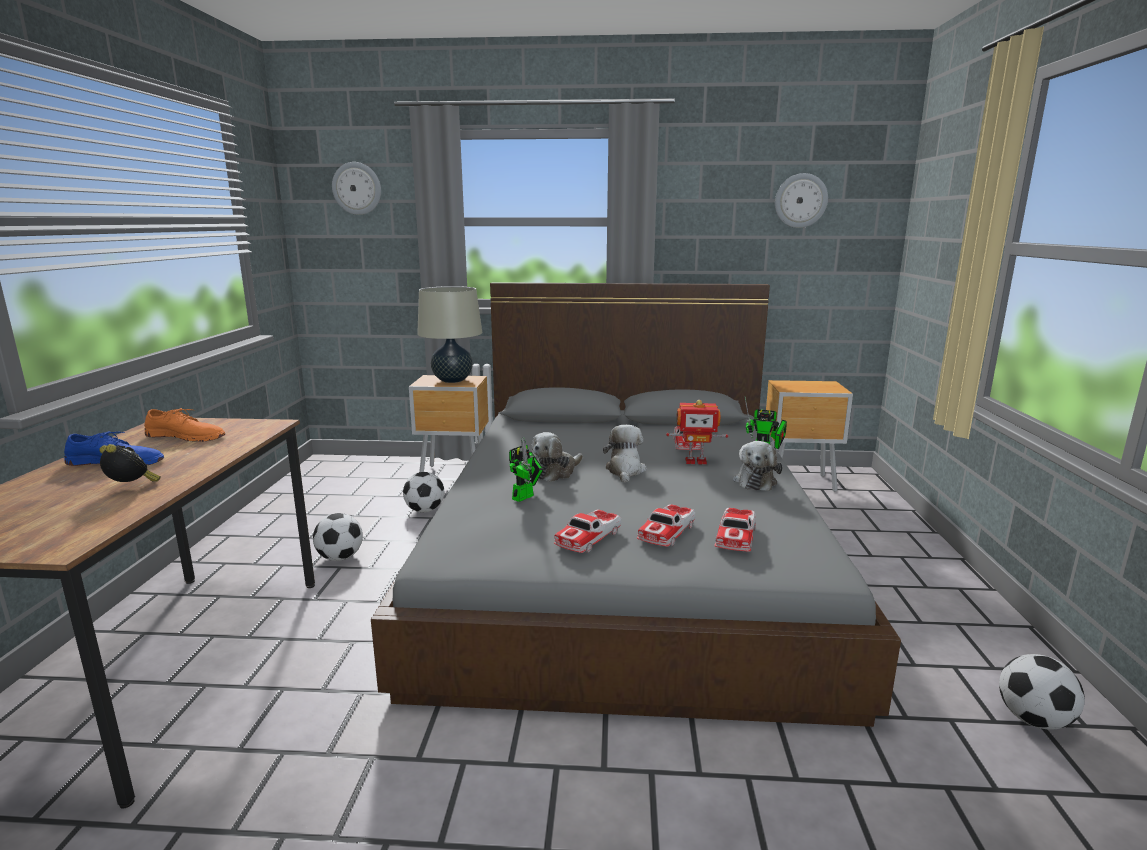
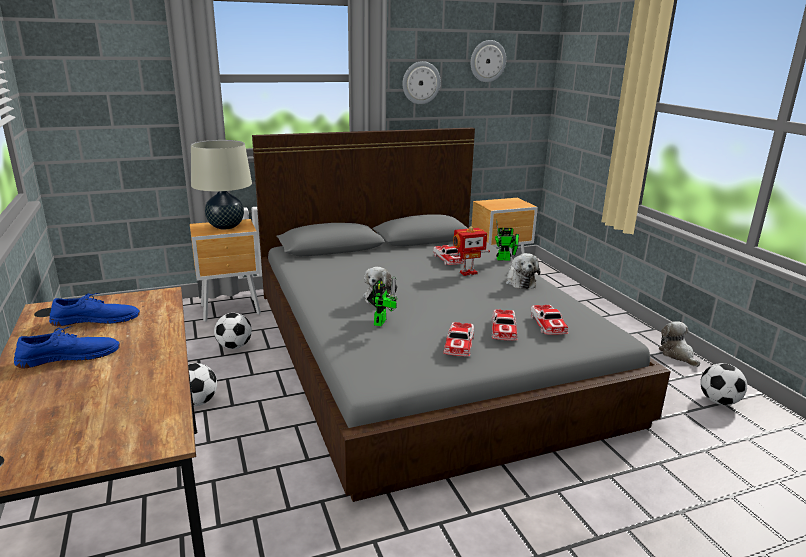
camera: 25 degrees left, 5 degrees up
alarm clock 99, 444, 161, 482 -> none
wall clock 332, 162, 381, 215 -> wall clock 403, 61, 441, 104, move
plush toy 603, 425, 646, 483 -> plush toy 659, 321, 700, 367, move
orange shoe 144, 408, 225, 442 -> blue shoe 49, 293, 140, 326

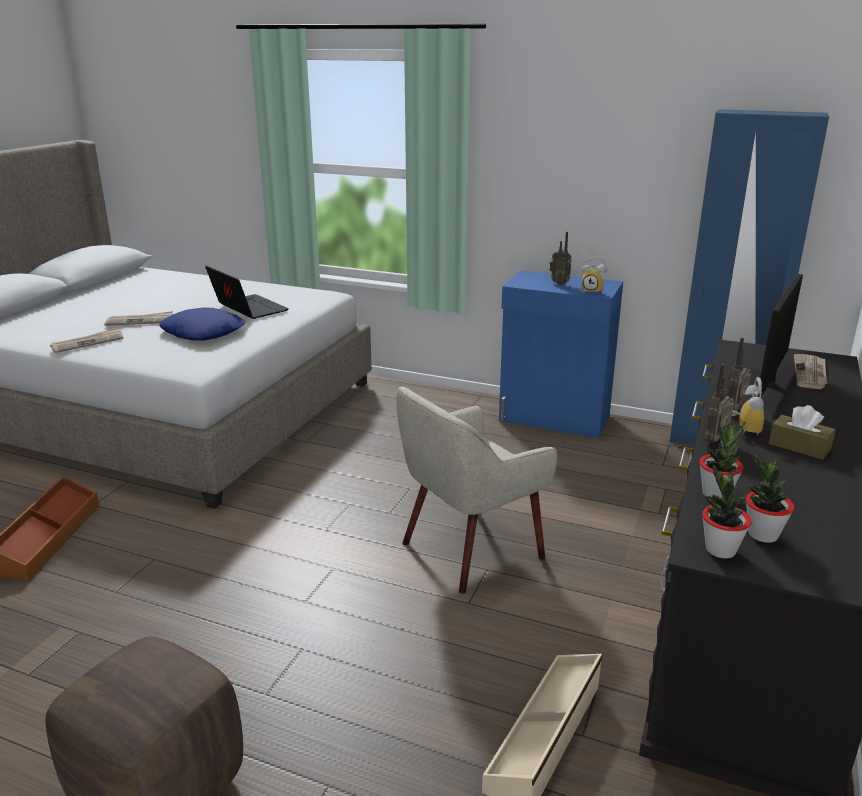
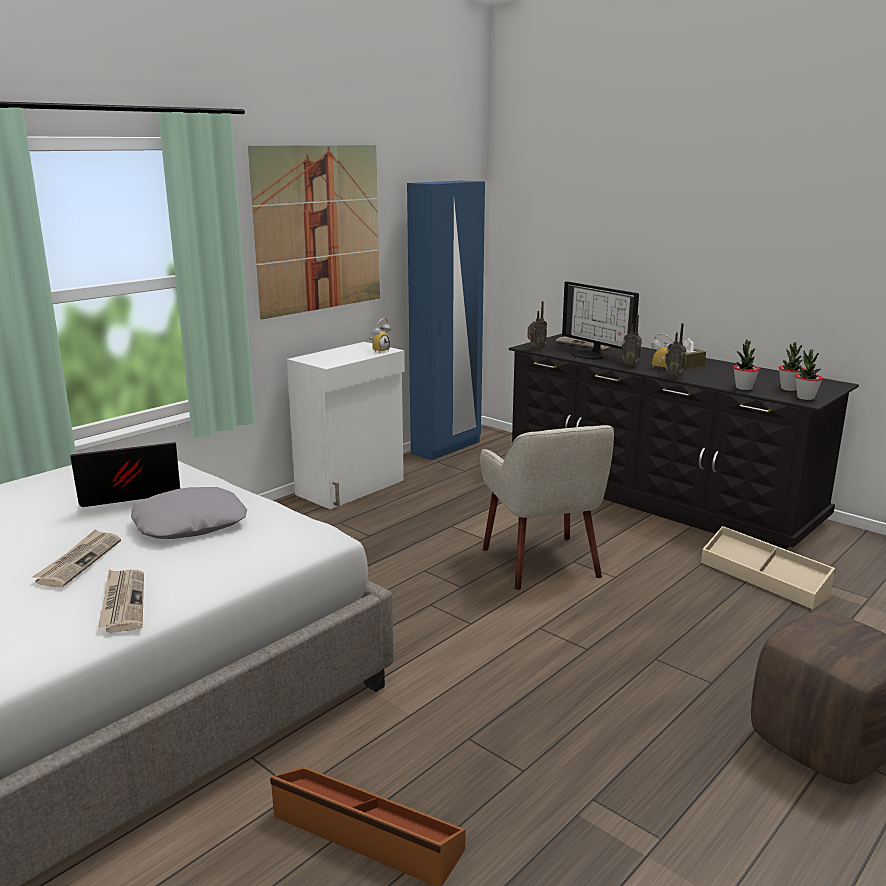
camera: 70 degrees left, 5 degrees down
none -> picture 248, 145, 380, 319
radio 549, 232, 572, 285 -> radio 527, 301, 547, 351, move
blue pillow 159, 307, 245, 341 -> grey pillow 131, 487, 247, 539
blue cabinet 499, 271, 623, 439 -> white cabinet 287, 342, 405, 509

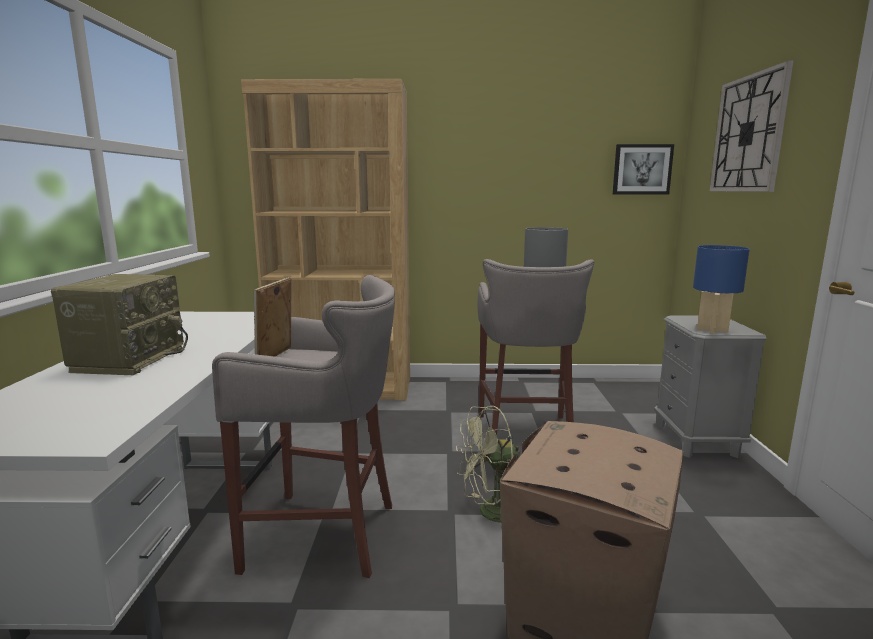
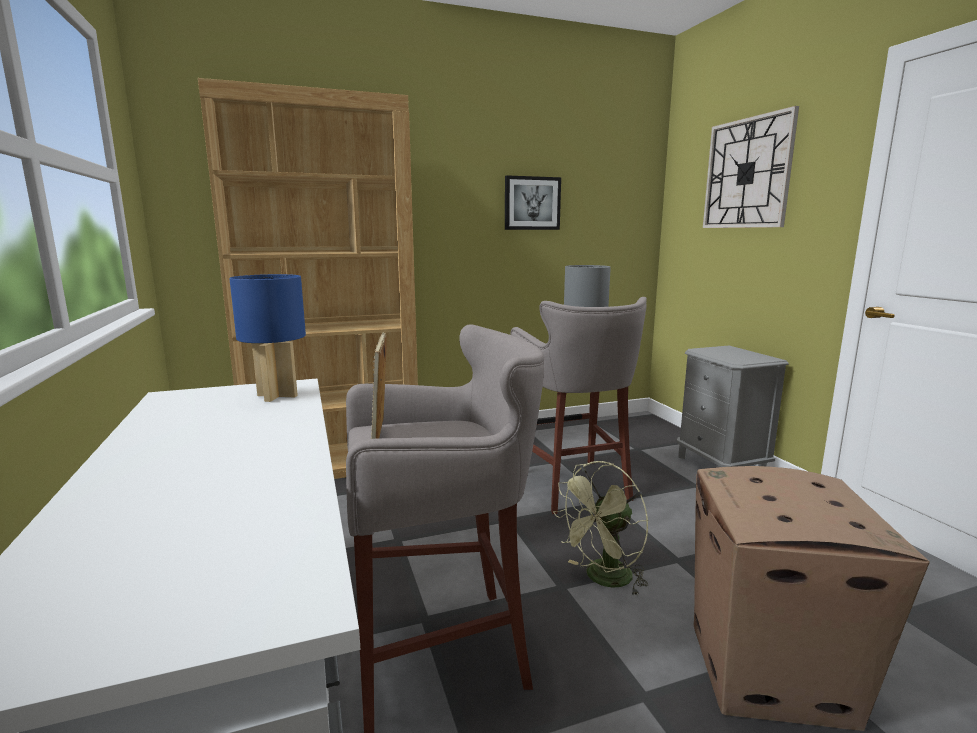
camera: 20 degrees left, 0 degrees up
radio 51, 274, 188, 375 -> none
picture 613, 144, 674, 195 -> picture 505, 175, 561, 230, move
blue table lamp 693, 245, 750, 334 -> blue table lamp 229, 274, 306, 402, move

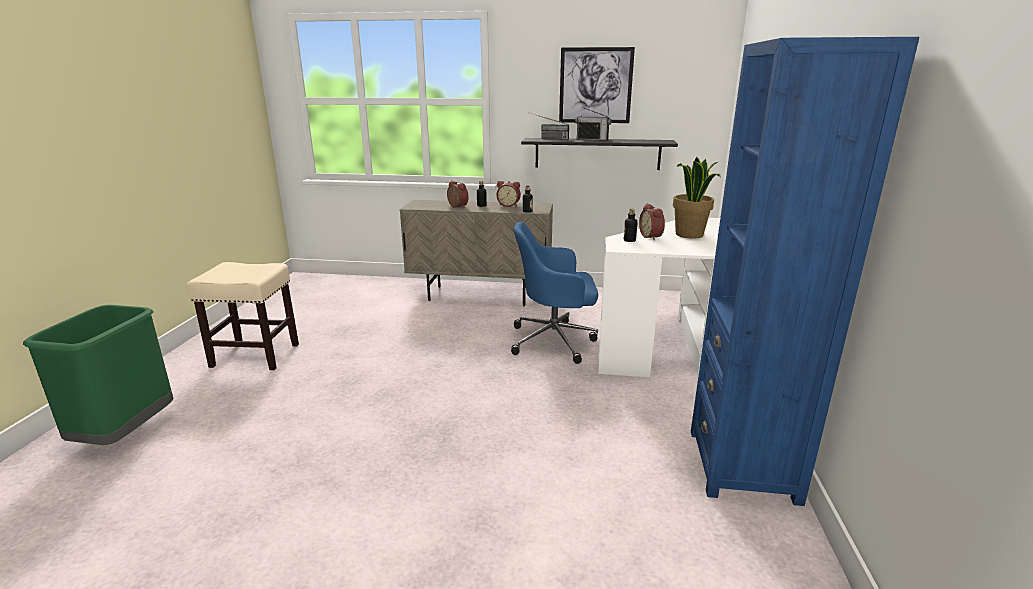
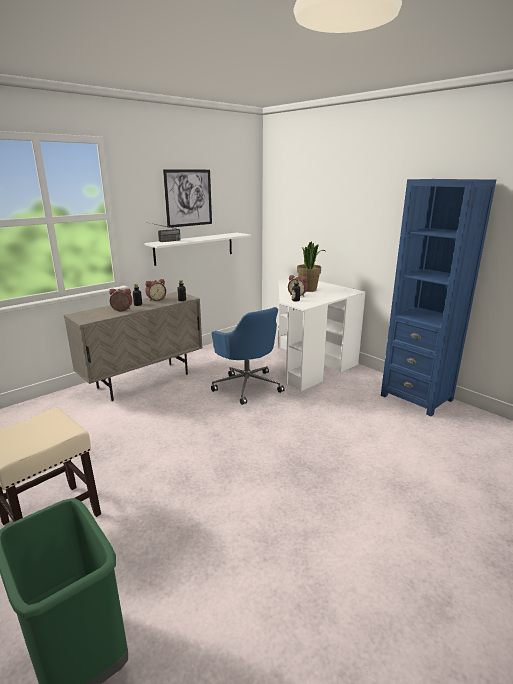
camera: 50 degrees left, 0 degrees up
radio 575, 107, 612, 141 -> none
black shelf 521, 138, 678, 170 -> white shelf 144, 233, 251, 266
blue office chair 511, 222, 598, 364 -> blue office chair 211, 307, 285, 405, 75 degrees counterclockwise

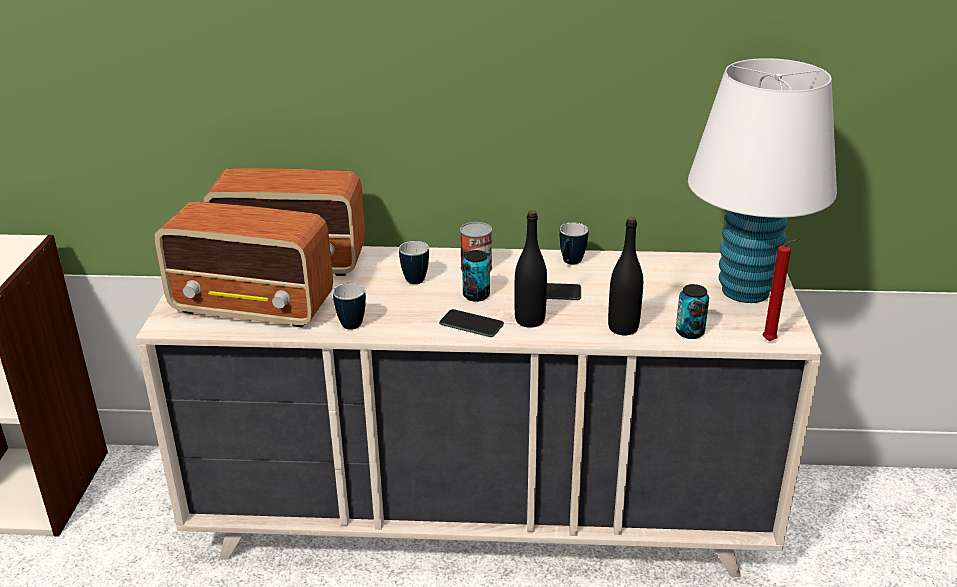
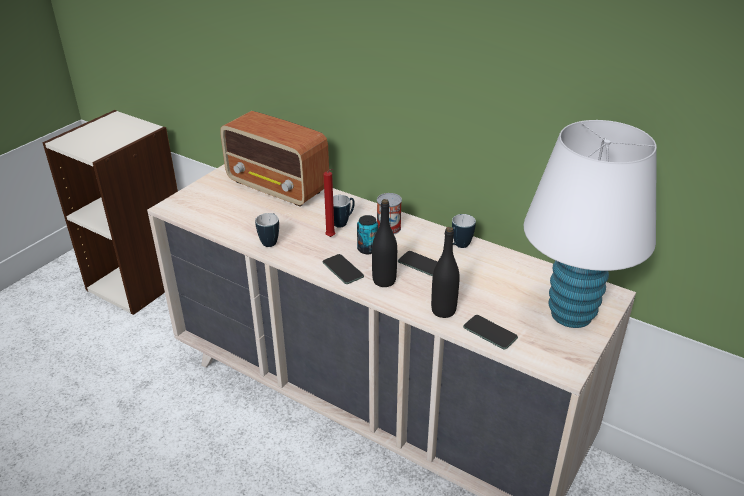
camera: 30 degrees right, 5 degrees up
radio 155, 202, 333, 328 -> none
red candle 763, 239, 800, 341 -> red candle 324, 169, 335, 237, move
can 676, 284, 709, 339 -> phone 463, 315, 518, 349

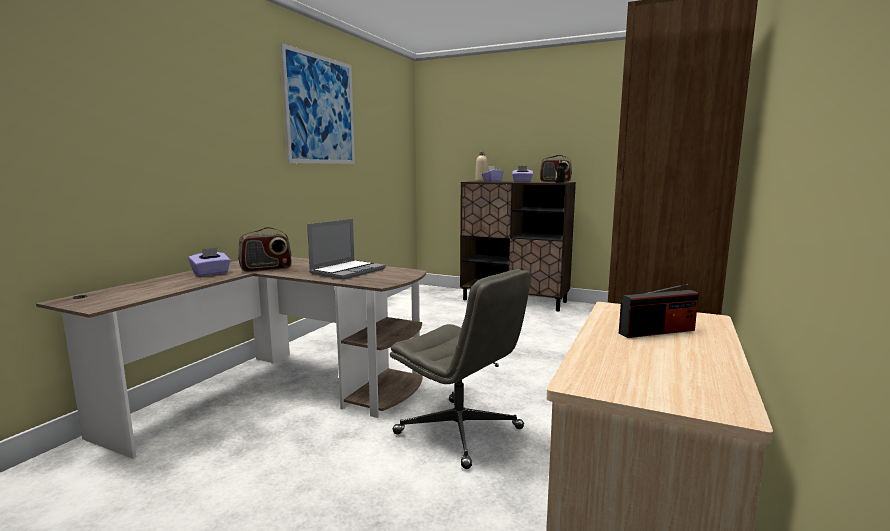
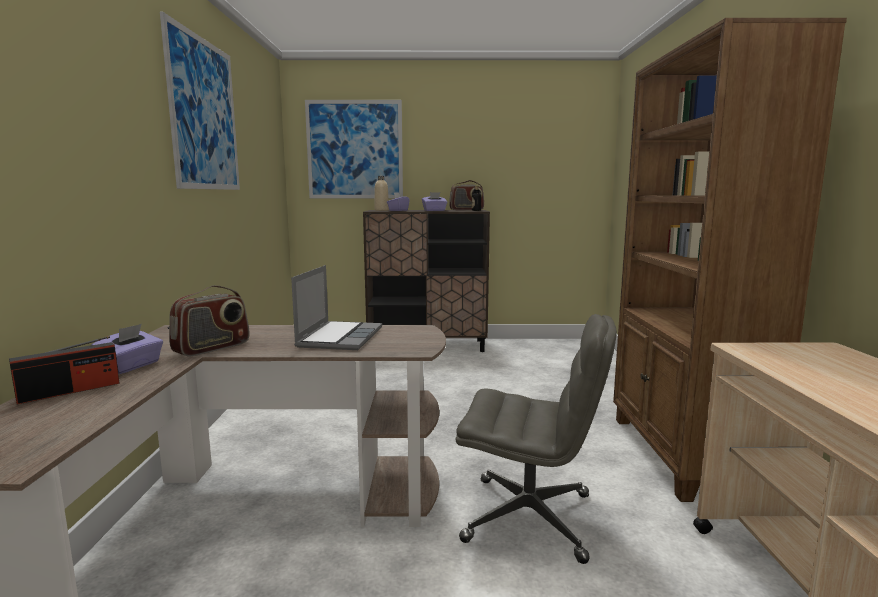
camera: 25 degrees left, 0 degrees up
none -> picture 305, 100, 403, 198
radio 619, 284, 699, 338 -> radio 9, 336, 120, 404, move

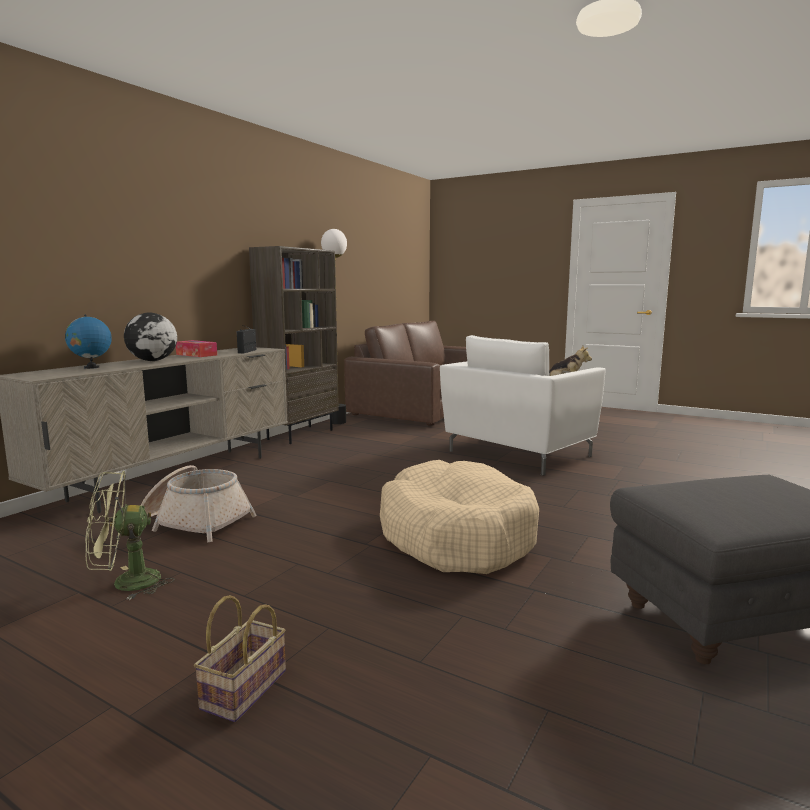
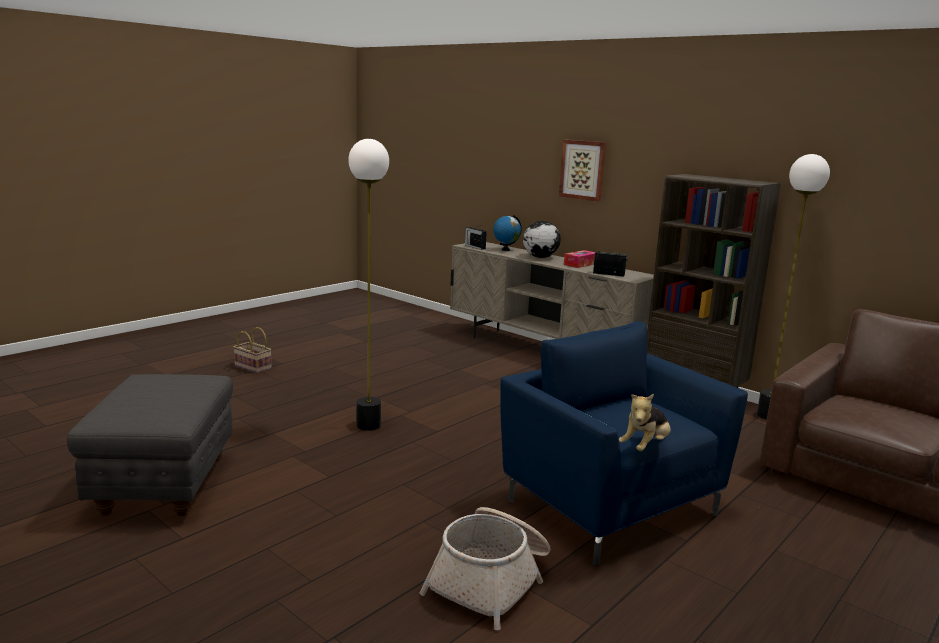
camera: 100 degrees right, 5 degrees up
green fan 85, 471, 174, 600 -> none
none -> radio 465, 226, 487, 250
none -> picture 559, 140, 606, 201
basket 141, 465, 257, 542 -> basket 419, 507, 550, 630, move
beige dog bed 380, 460, 539, 574 -> floor lamp 348, 139, 389, 431
white armchair 440, 335, 606, 476 -> blue armchair 500, 321, 748, 566

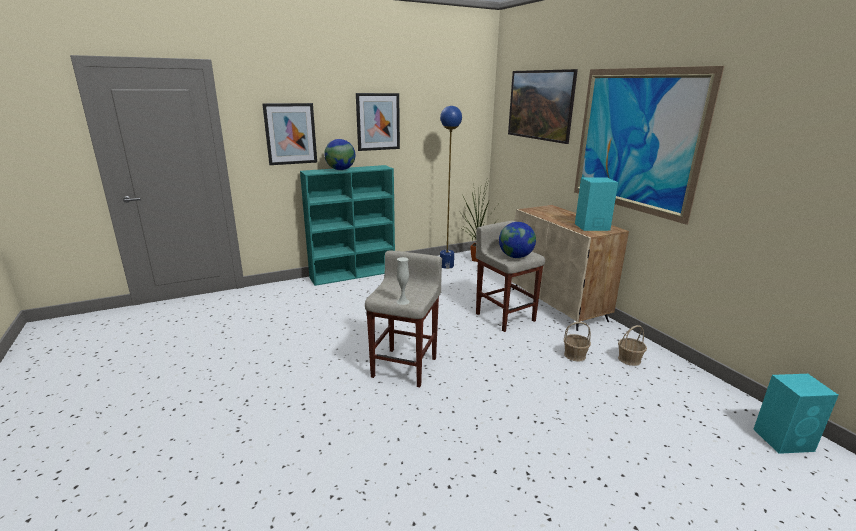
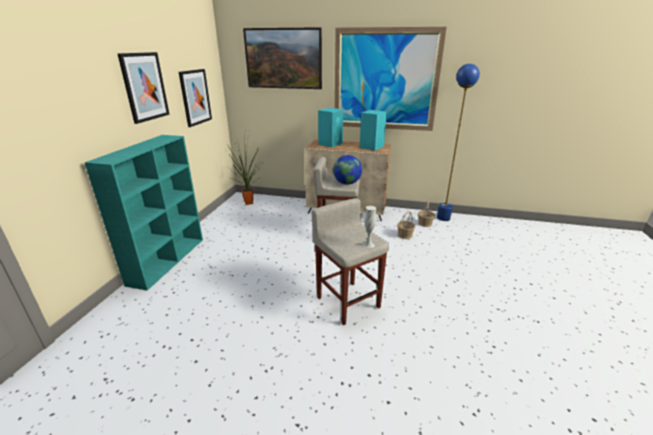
camera: 50 degrees left, 5 degrees up
globe 324, 139, 355, 170 -> none
picture 262, 103, 317, 165 -> picture 179, 69, 212, 127, move
blue floor lamp 440, 106, 462, 269 -> blue floor lamp 437, 64, 480, 221, move
turquoise speaker 753, 374, 839, 454 -> turquoise speaker 318, 108, 343, 147, move

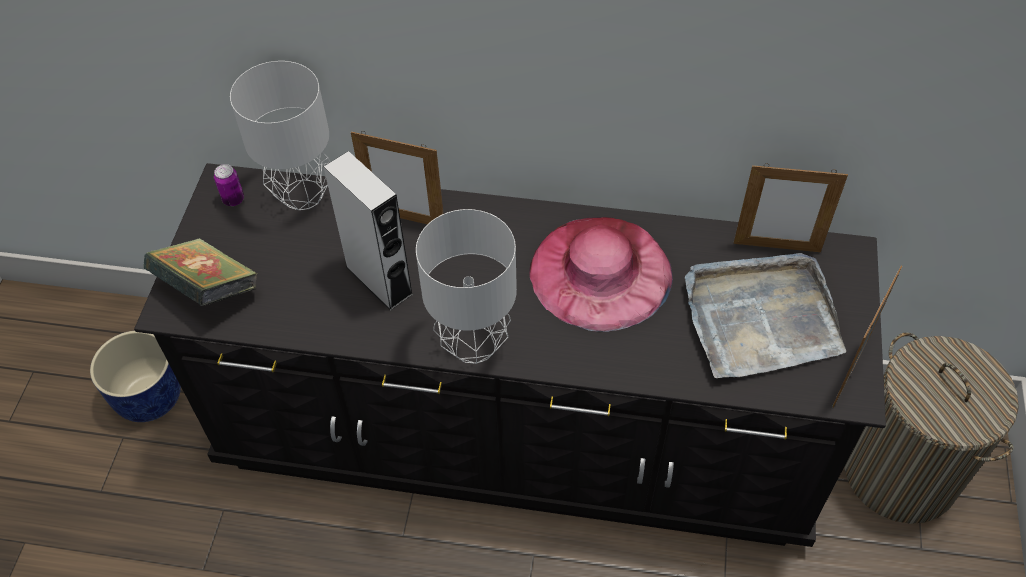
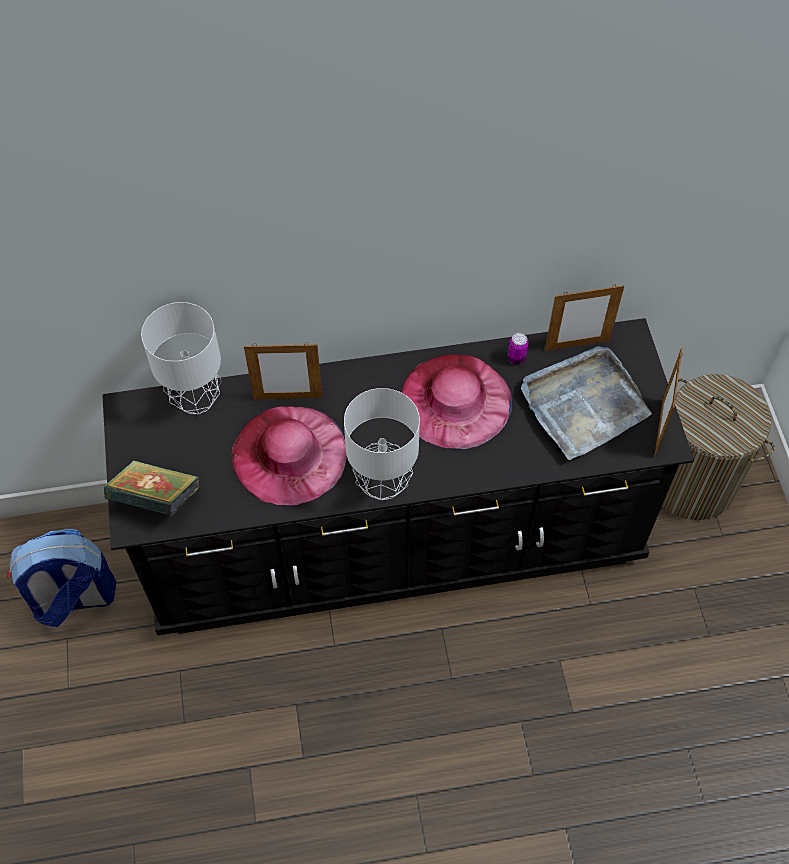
camera: 20 degrees left, 5 degrees up
can 214, 164, 244, 206 -> can 508, 333, 529, 365, move
blue planter 90, 331, 181, 422 -> backpack 7, 529, 116, 627
grey speaker 324, 151, 414, 311 -> pink hat 232, 406, 347, 505

